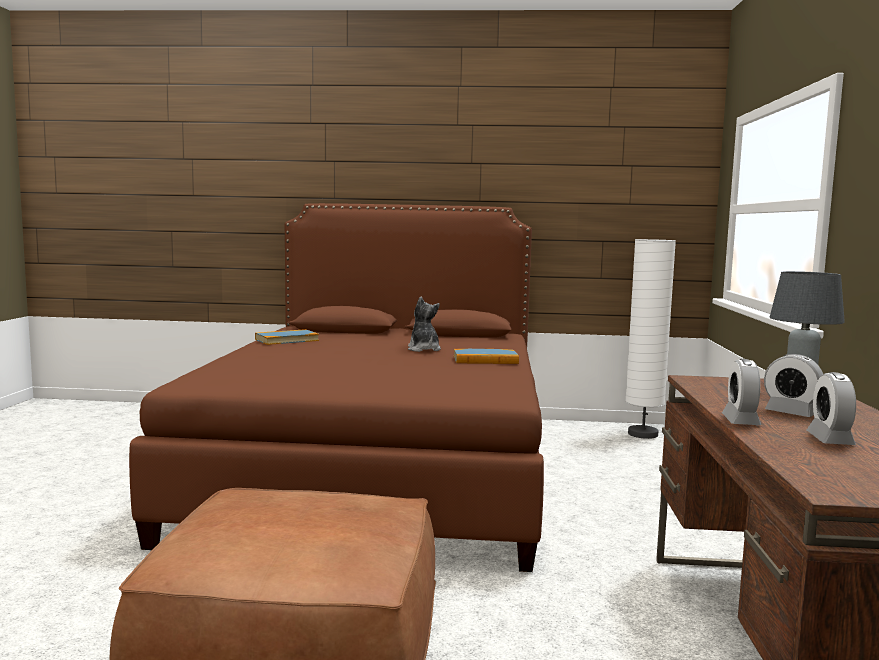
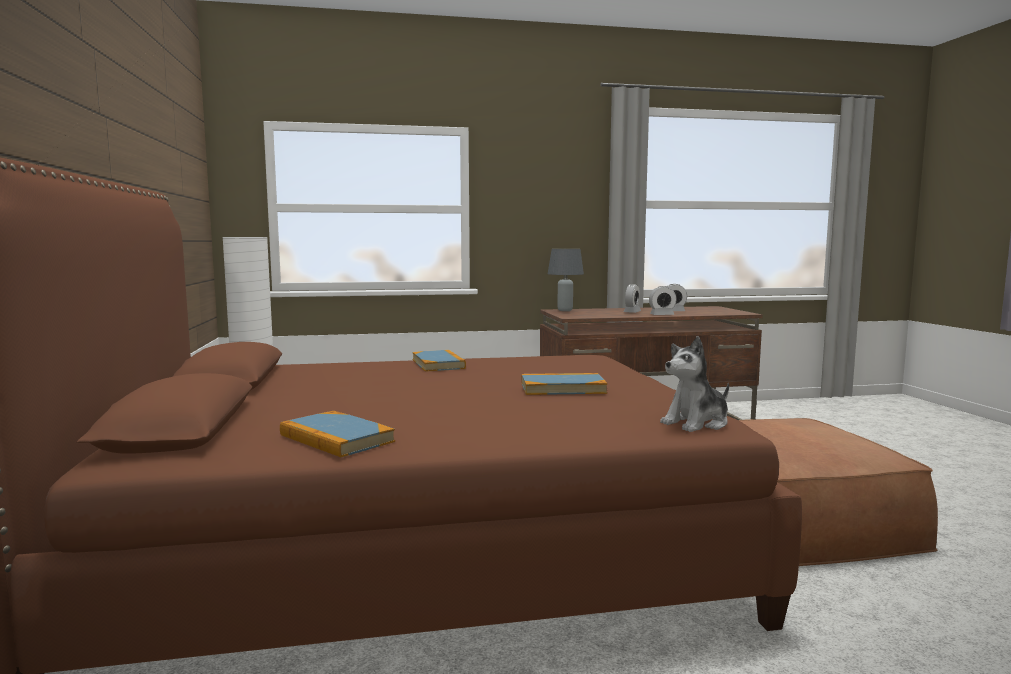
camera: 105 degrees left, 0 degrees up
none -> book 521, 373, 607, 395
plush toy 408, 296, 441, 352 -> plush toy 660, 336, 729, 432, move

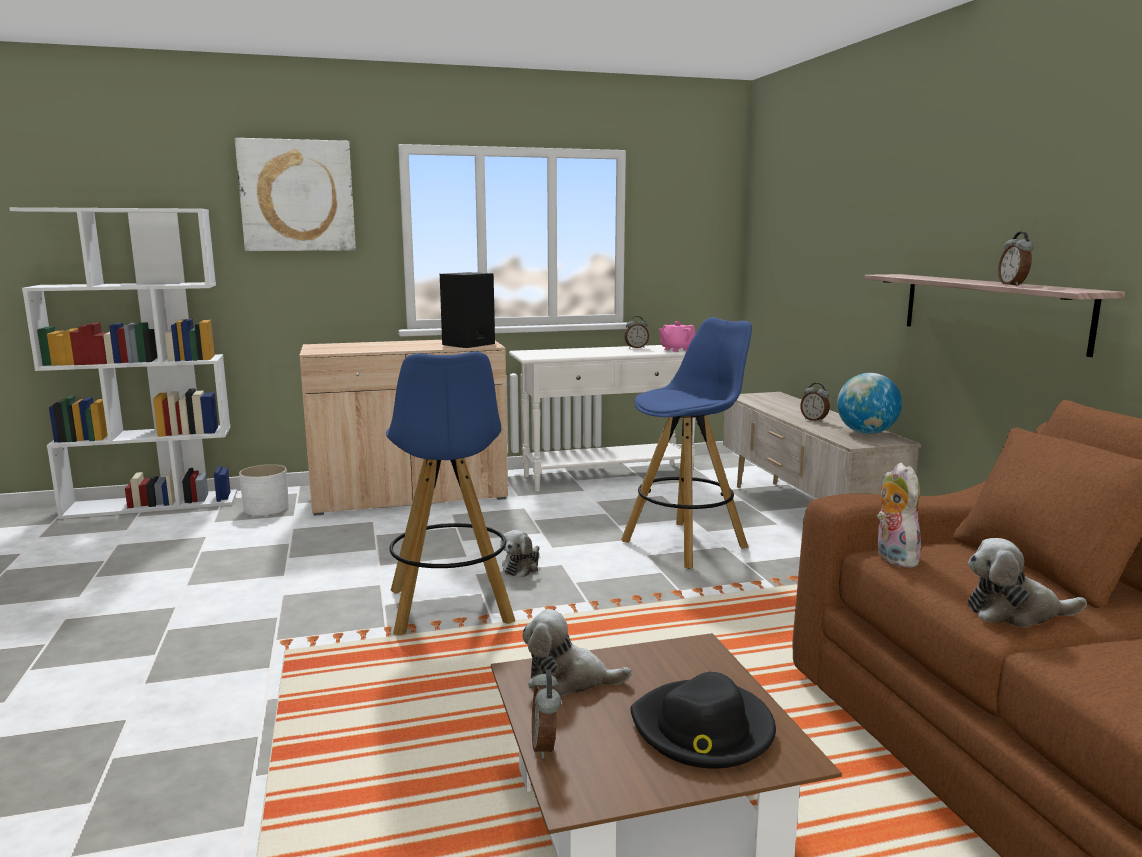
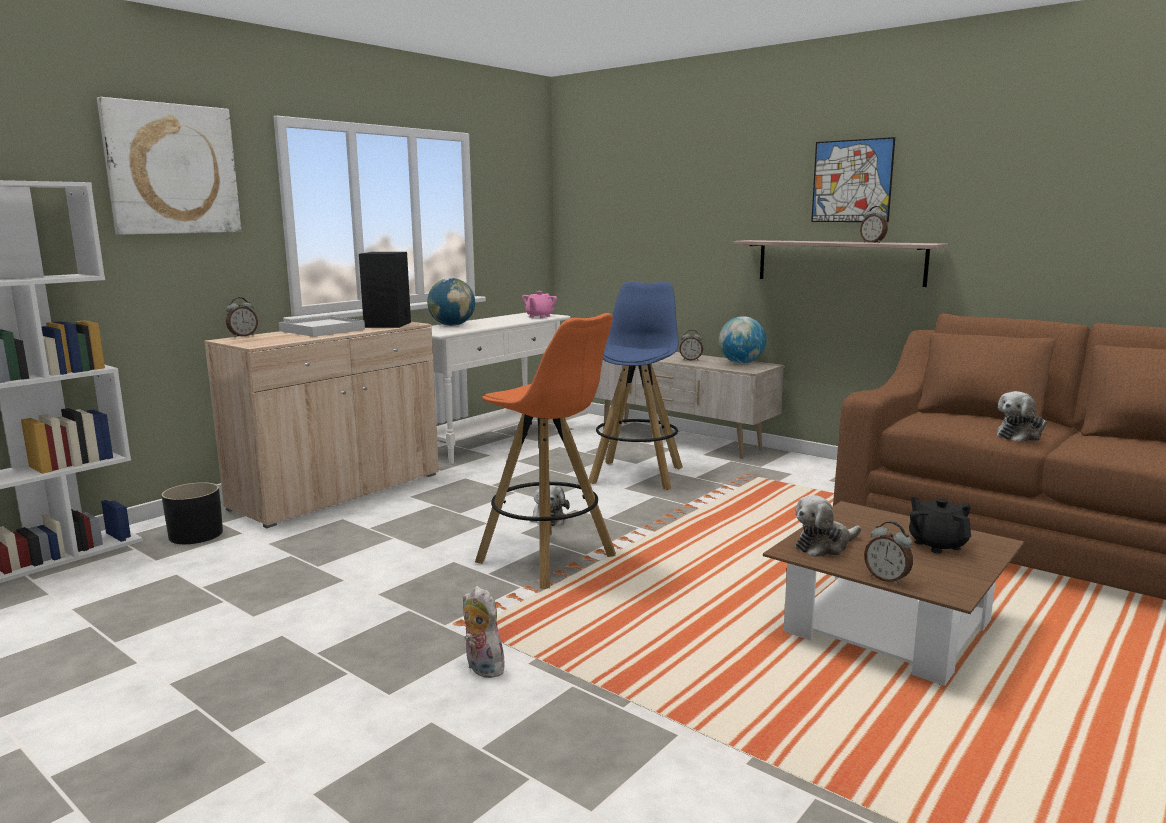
camera: 35 degrees left, 0 degrees up
none -> white tray 279, 316, 365, 337
none -> globe 427, 278, 475, 326
none -> picture 811, 137, 895, 222
alarm clock 624, 316, 649, 348 -> alarm clock 226, 297, 258, 337, move
plush toy 877, 463, 921, 568 -> plush toy 463, 586, 509, 678, move
black hat 630, 672, 776, 769 -> black teapot 909, 497, 971, 554
white planter 239, 464, 289, 516 -> black planter 162, 482, 223, 544
blue stool 386, 351, 515, 636 -> orange stool 475, 313, 616, 589

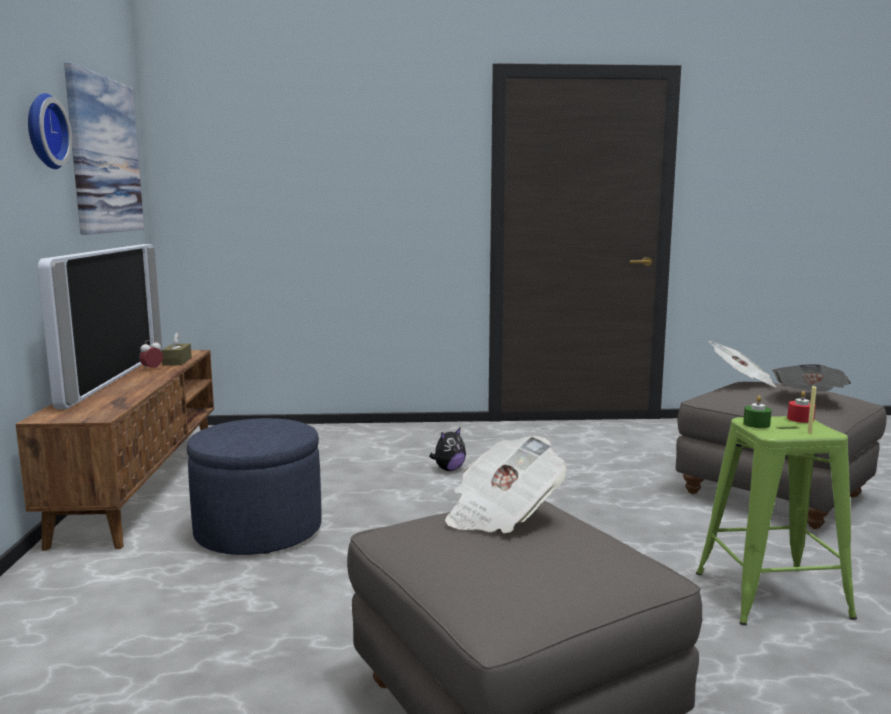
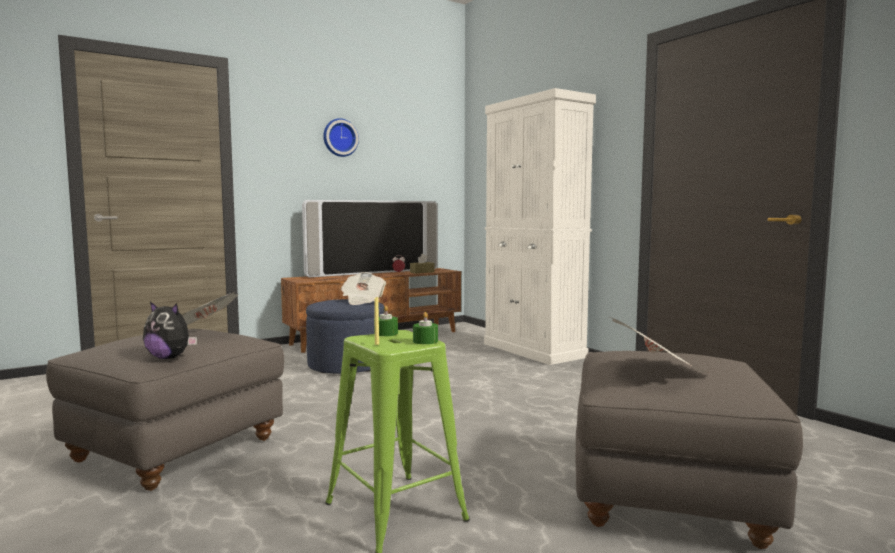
camera: 60 degrees right, 5 degrees down
picture 64, 62, 144, 235 -> none
none -> white cabinet 484, 88, 596, 365
plush toy 429, 427, 466, 471 -> plush toy 143, 302, 197, 359, move
newspaper 709, 341, 776, 387 -> newspaper 341, 272, 386, 305, move
red candle 787, 391, 816, 423 -> green candle 413, 312, 438, 344

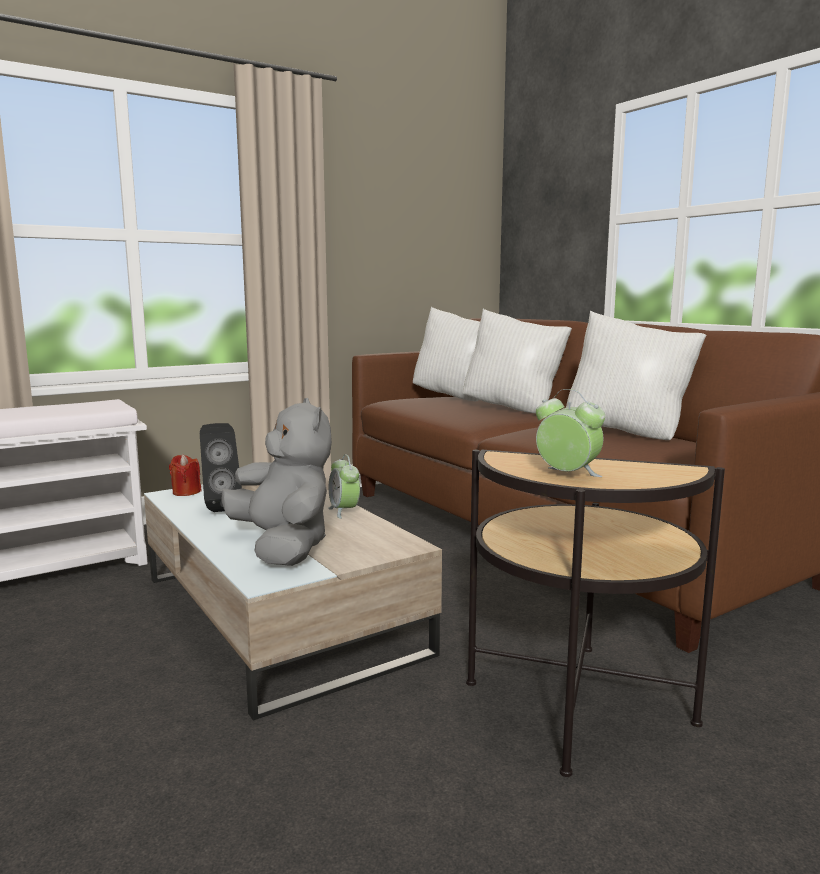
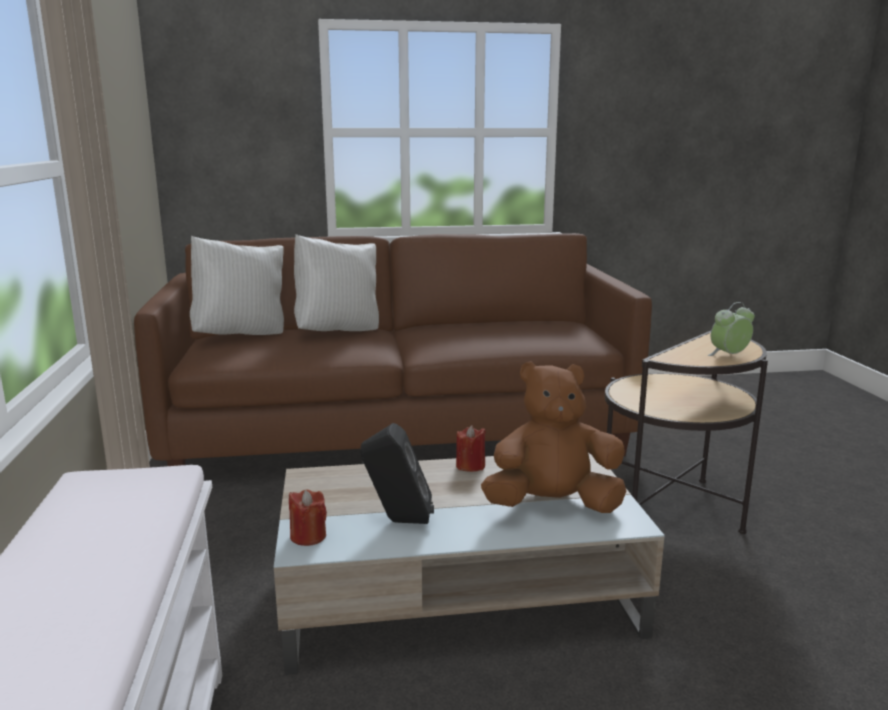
camera: 65 degrees left, 5 degrees up
white pillow 566, 311, 706, 440 -> none
alarm clock 328, 455, 360, 519 -> red candle 456, 425, 486, 472
grey plush toy 222, 398, 332, 566 -> brown plush toy 481, 361, 626, 513

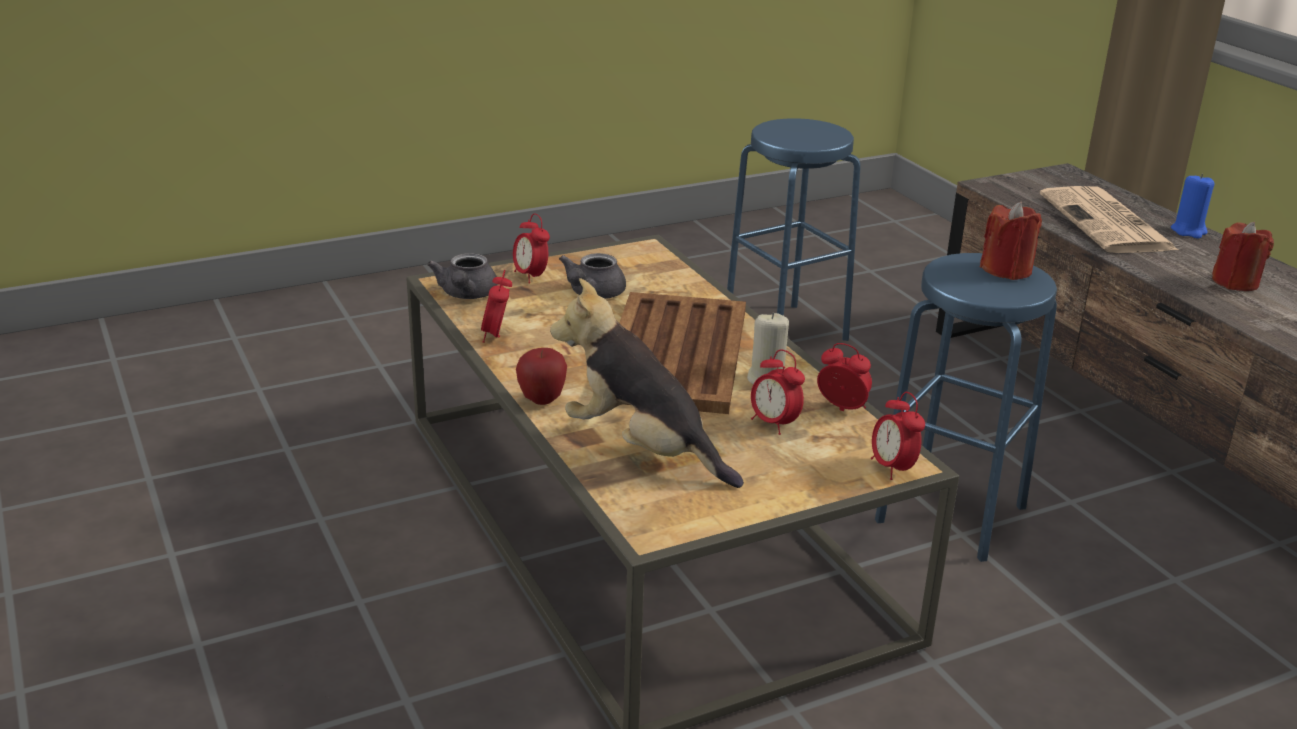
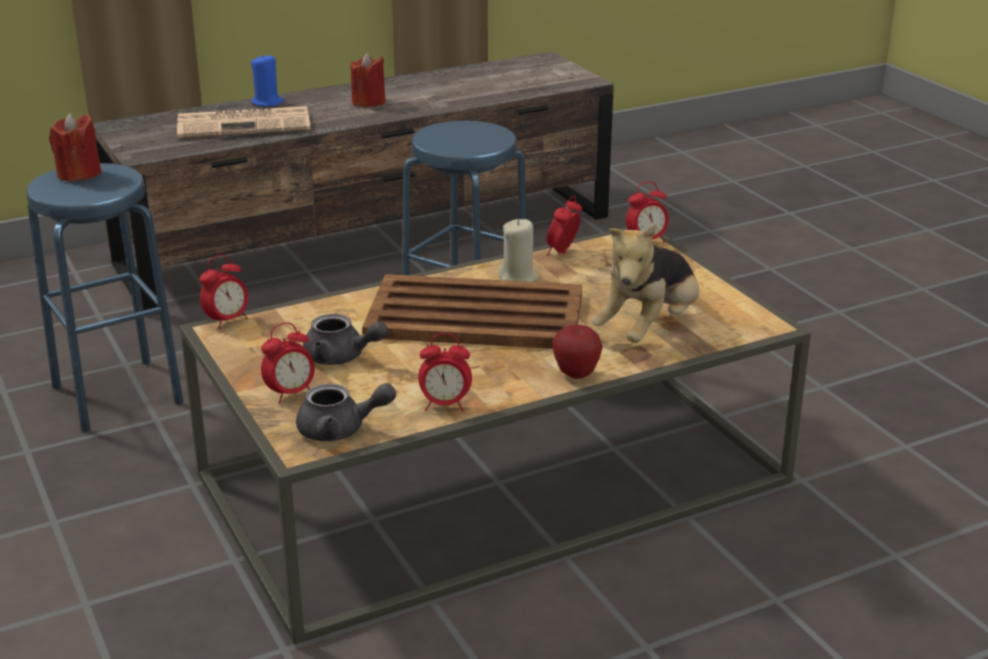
camera: 90 degrees left, 0 degrees up
alarm clock 751, 349, 805, 435 -> alarm clock 199, 255, 248, 329, move
red candle 980, 202, 1042, 280 -> red candle 49, 113, 102, 182, move

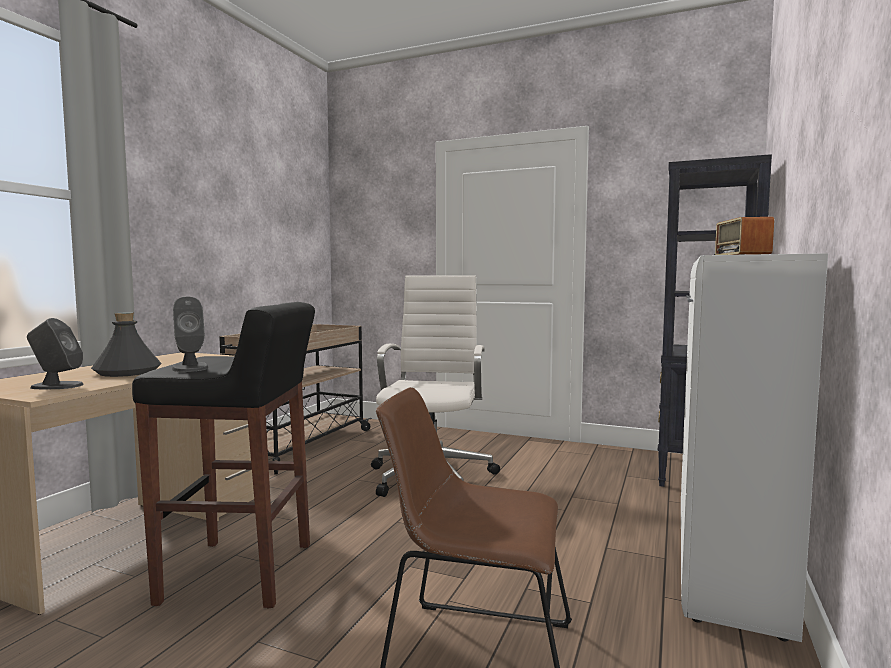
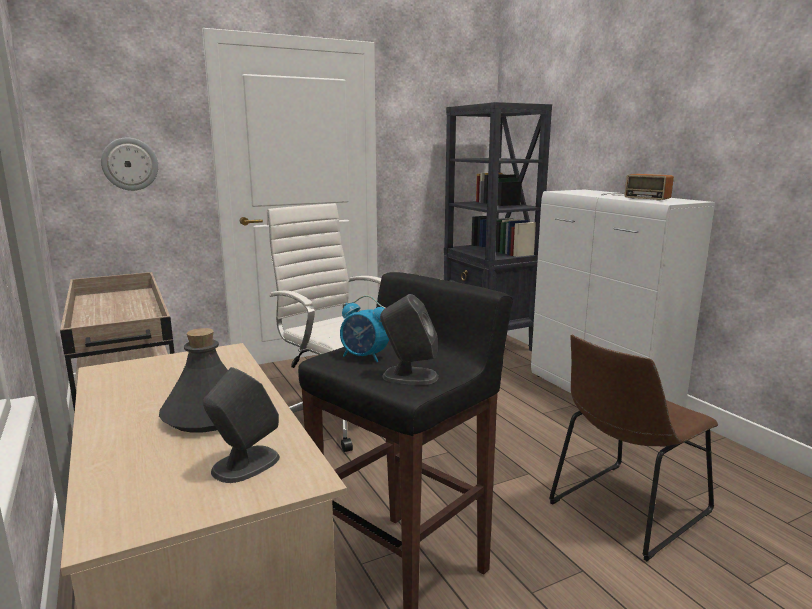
camera: 50 degrees left, 10 degrees up
none -> wall clock 101, 138, 158, 191
none -> alarm clock 340, 295, 389, 362

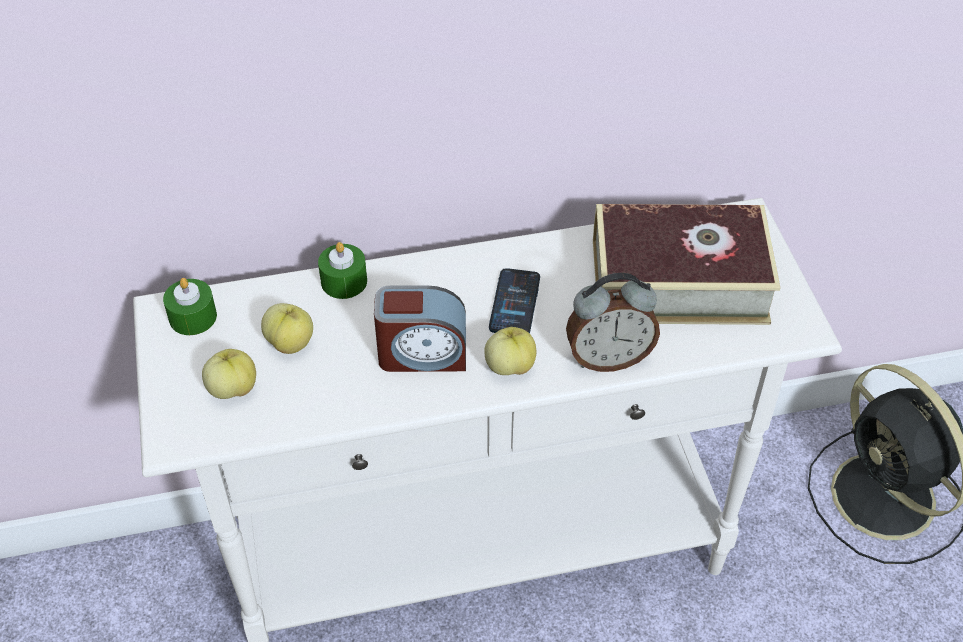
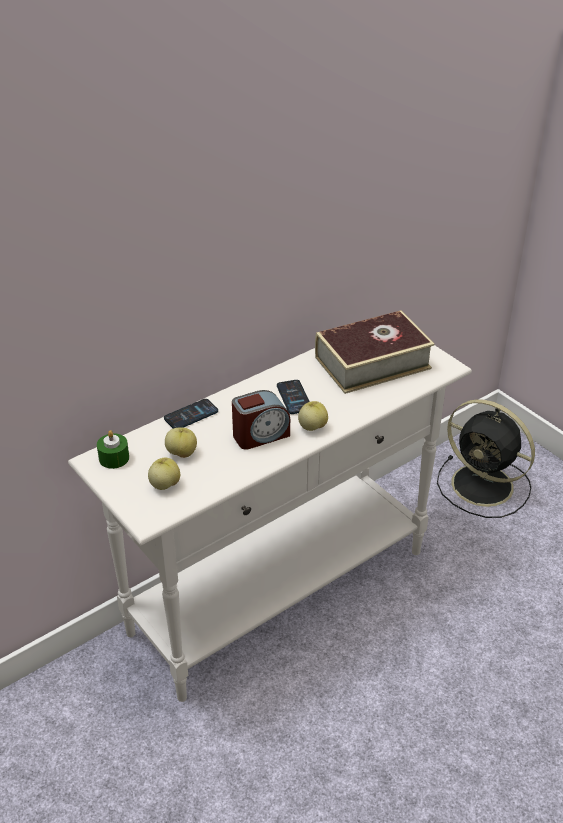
camera: 25 degrees left, 10 degrees down
alarm clock 566, 273, 660, 372 -> none
green candle 318, 242, 367, 299 -> phone 164, 399, 218, 429

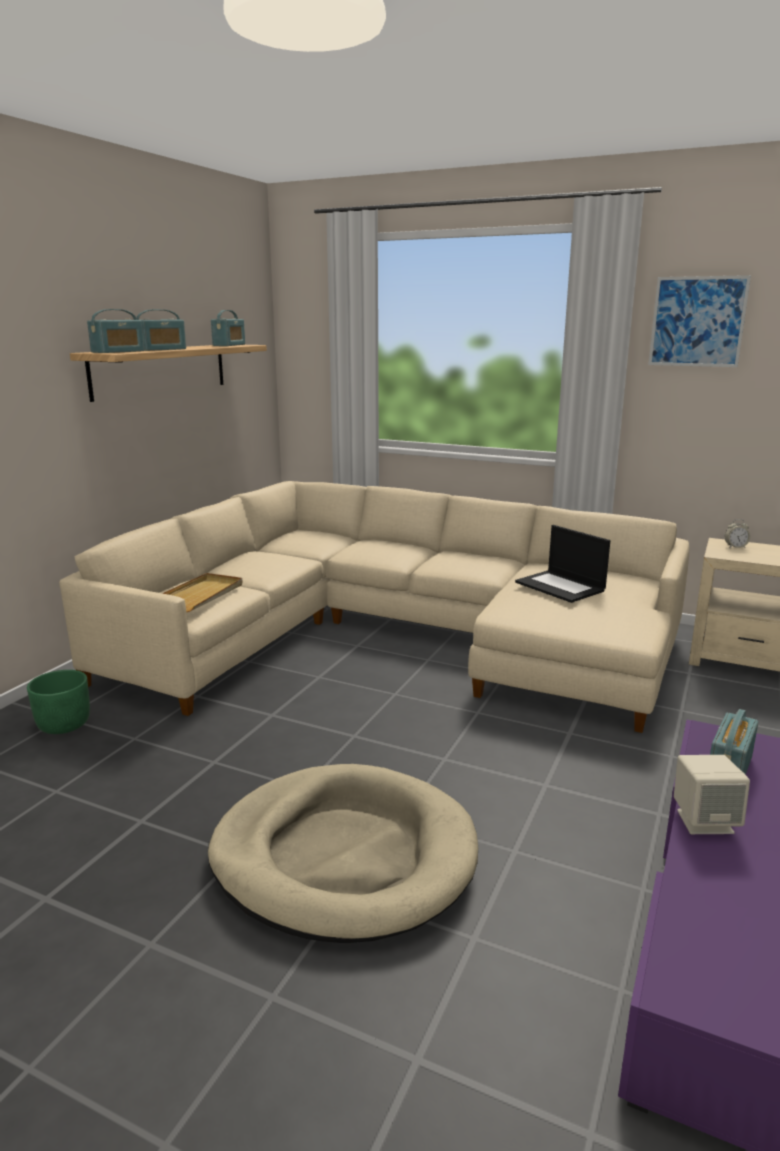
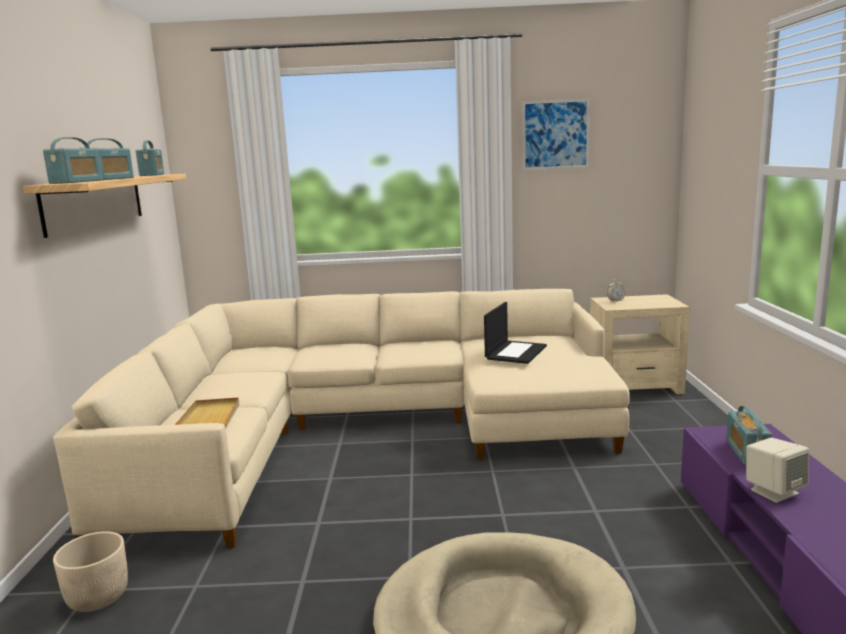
camera: 25 degrees left, 5 degrees down
green planter 27, 670, 90, 734 -> beige planter 53, 531, 128, 612
laptop 515, 525, 610, 603 -> laptop 484, 302, 547, 364, 90 degrees counterclockwise

